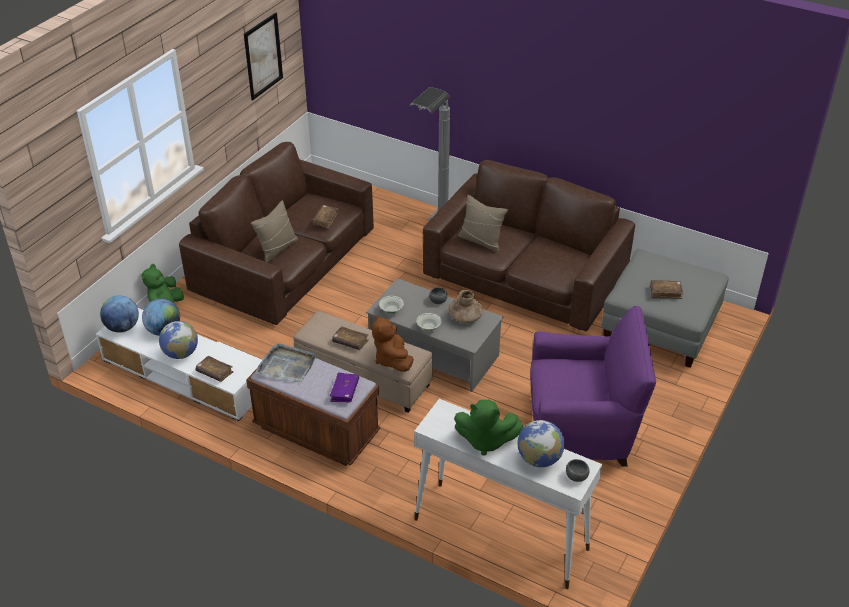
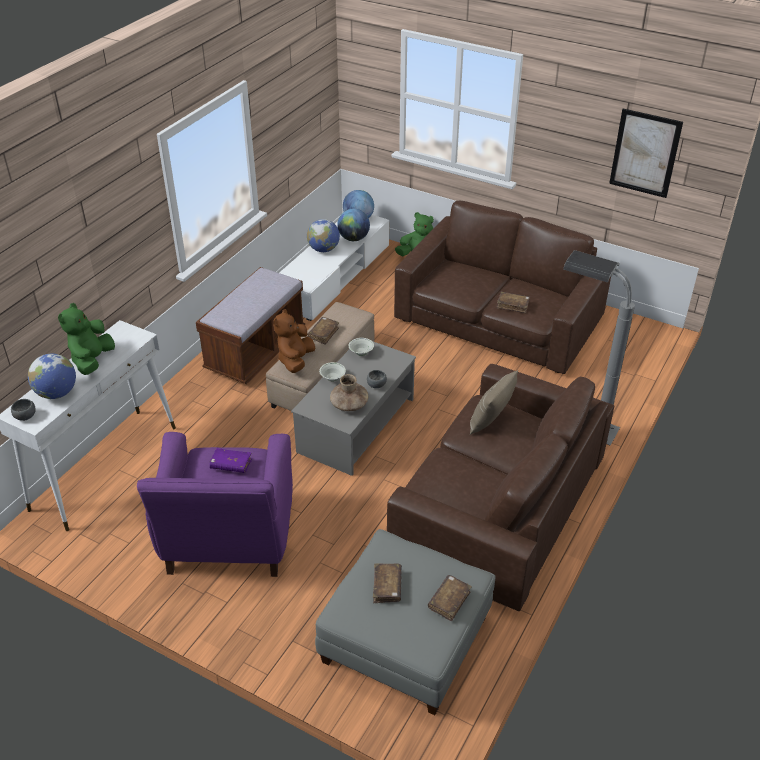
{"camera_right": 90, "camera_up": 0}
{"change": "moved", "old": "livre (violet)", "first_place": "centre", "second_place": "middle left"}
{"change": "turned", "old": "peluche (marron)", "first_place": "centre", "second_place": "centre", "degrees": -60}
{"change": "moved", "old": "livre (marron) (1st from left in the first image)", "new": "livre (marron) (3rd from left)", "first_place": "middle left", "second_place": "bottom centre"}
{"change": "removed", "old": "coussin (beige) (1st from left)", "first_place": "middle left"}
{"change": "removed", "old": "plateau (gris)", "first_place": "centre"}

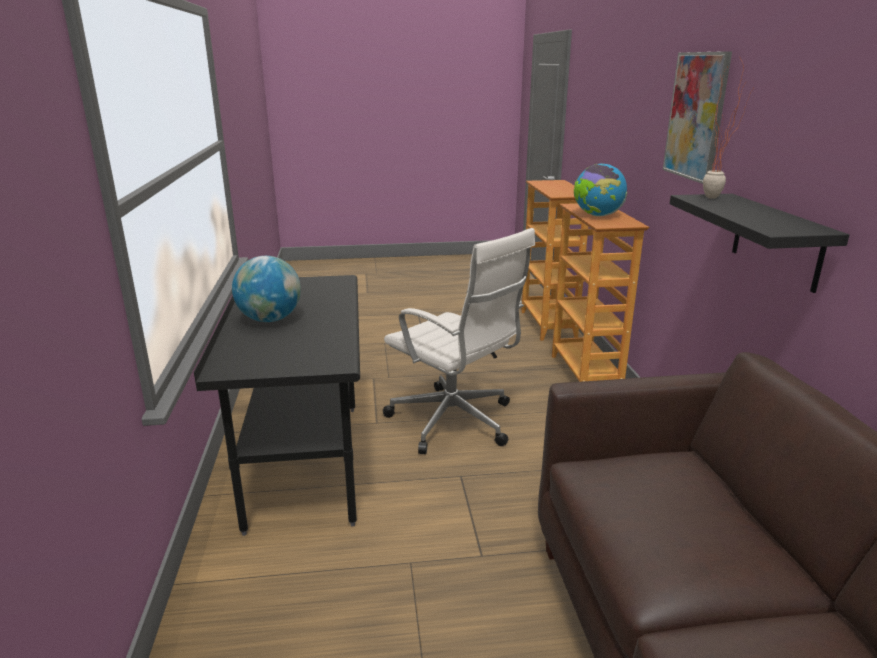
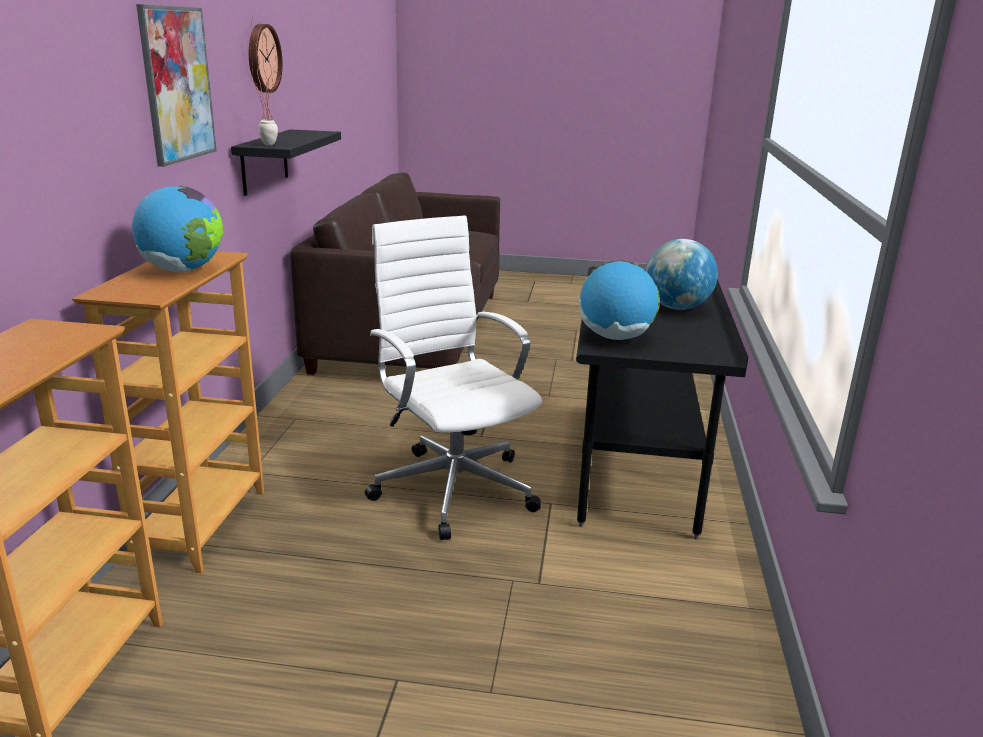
{"camera_right": -165, "camera_up": 0}
{"change": "added", "new": "horloge murale", "second_place": "top left"}
{"change": "added", "new": "globe (2nd from left)", "second_place": "centre"}

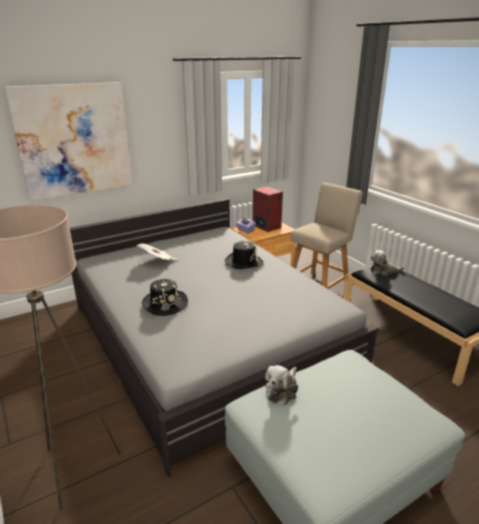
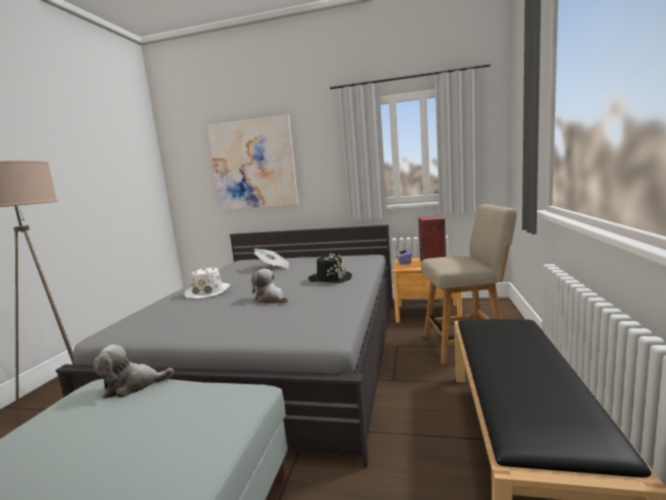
{"camera_right": 45, "camera_up": -15}
{"change": "recoloured", "old": "chapeau (noir) (1st from left)", "new": "chapeau (blanc)", "first_place": "centre", "second_place": "middle left"}
{"change": "moved", "old": "peluche (2nd from left)", "first_place": "middle right", "second_place": "centre"}

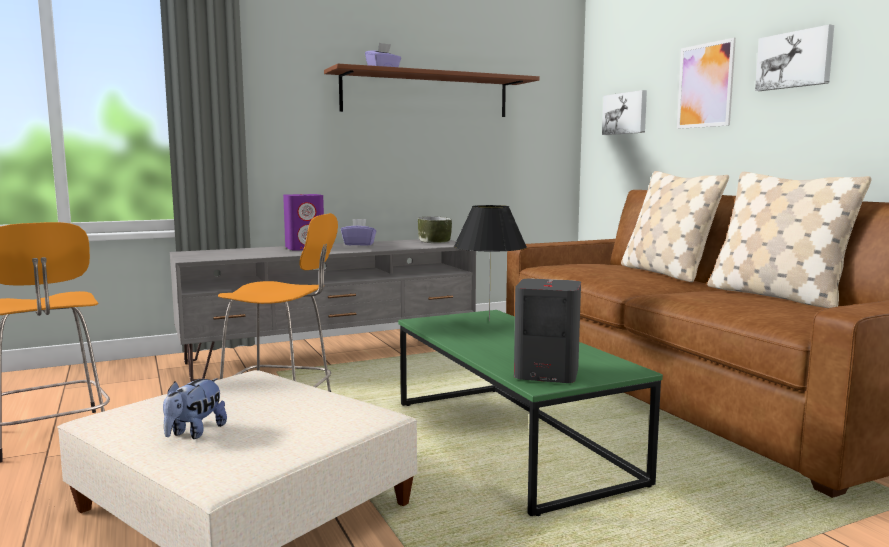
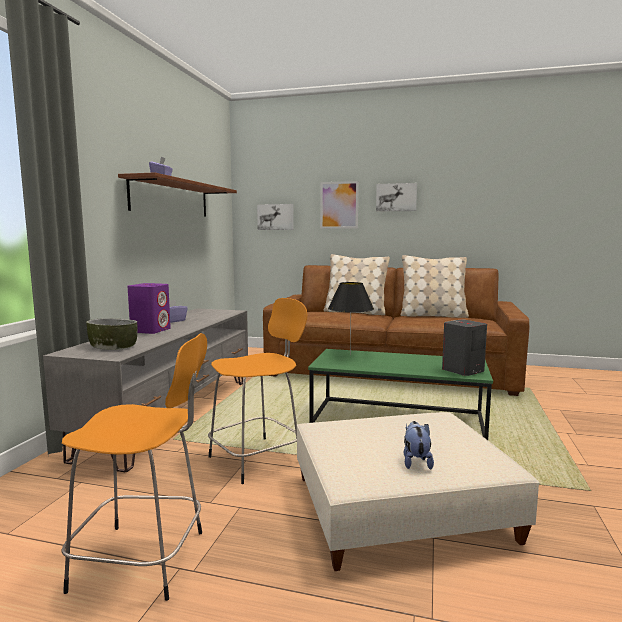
{"camera_right": -50, "camera_up": 0}
{"change": "moved", "old": "bol", "first_place": "centre", "second_place": "middle left"}
{"change": "turned", "old": "peluche", "first_place": "bottom left", "second_place": "bottom right", "degrees": -150}

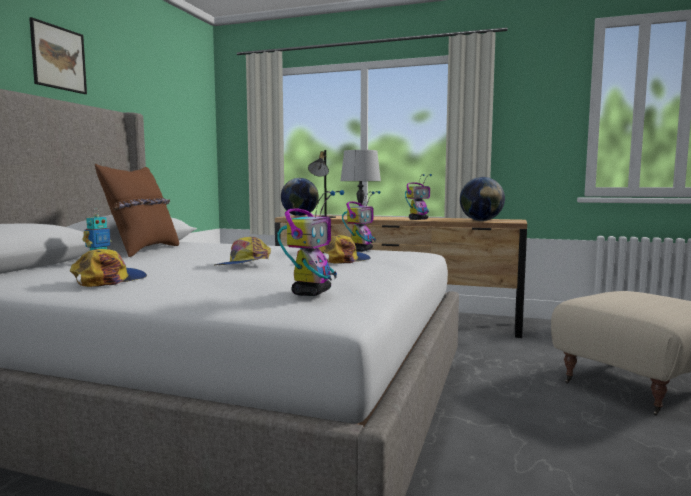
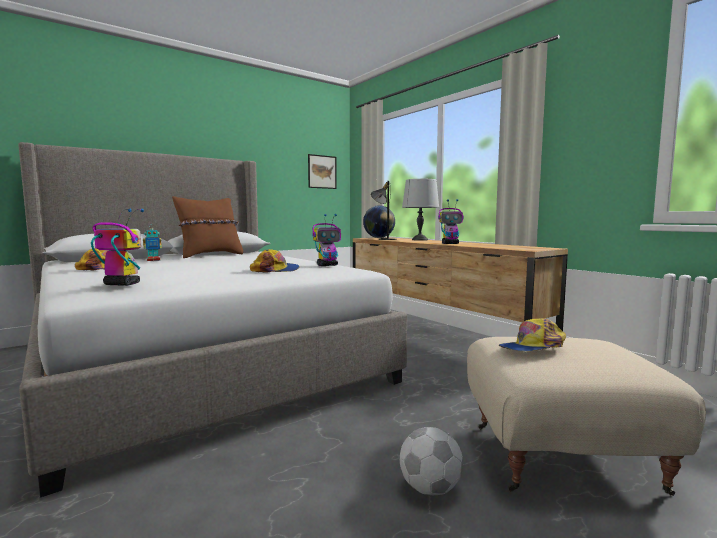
{"camera_right": 35, "camera_up": 0}
{"change": "turned", "old": "robot jouet (2nd from left in the first image)", "first_place": "centre", "second_place": "middle left", "degrees": -135}
{"change": "moved", "old": "tableau", "first_place": "top left", "second_place": "top centre"}
{"change": "added", "new": "ballon de foot", "second_place": "bottom centre"}
{"change": "moved", "old": "casquette (2nd from left in the first image)", "new": "casquette (3rd from left)", "first_place": "centre", "second_place": "middle right"}
{"change": "removed", "old": "globe (2nd from left)", "first_place": "middle right"}

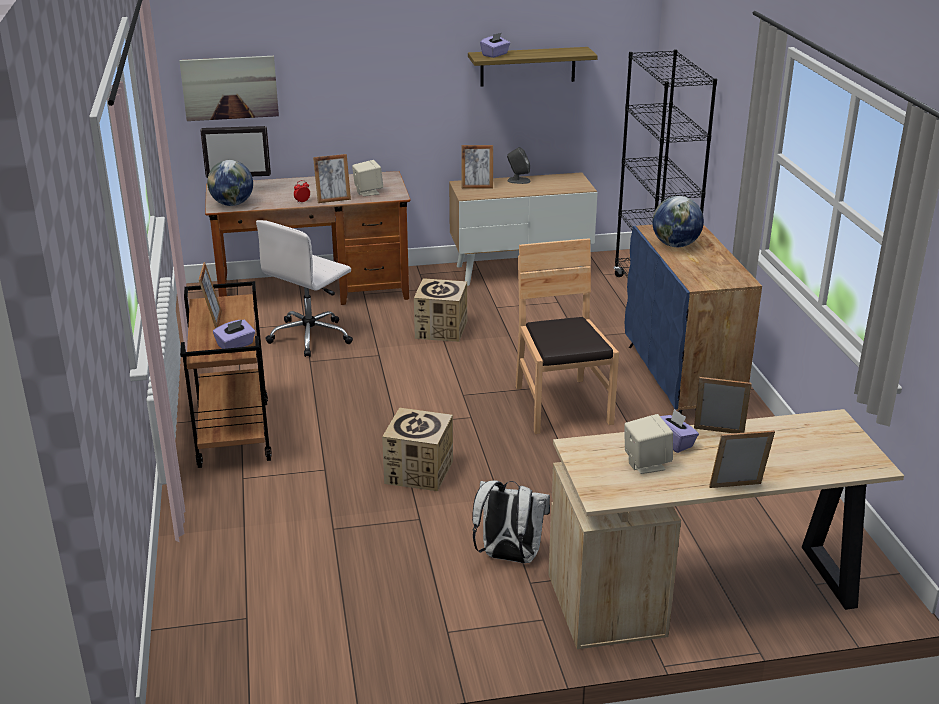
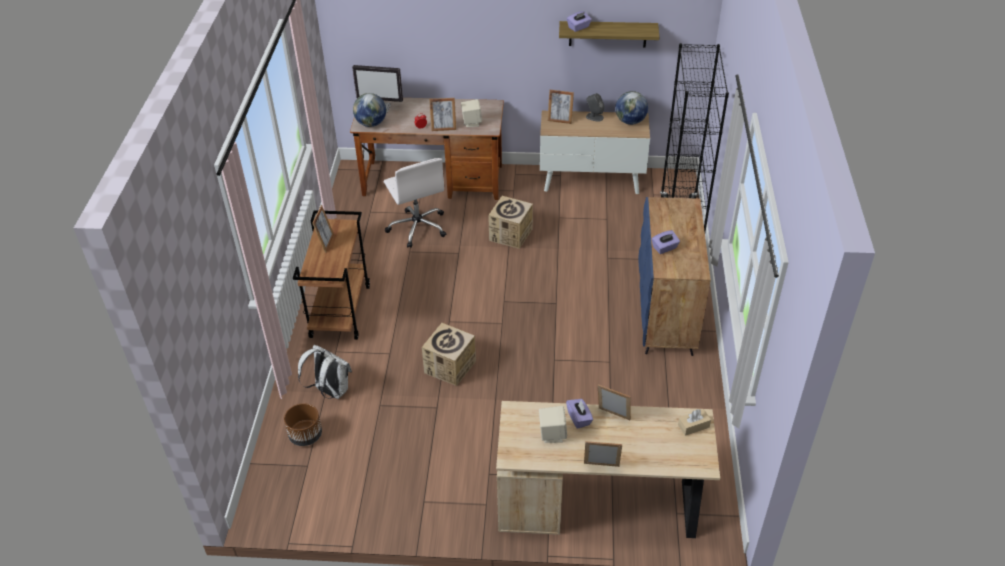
{"camera_right": 15, "camera_up": 15}
{"change": "added", "new": "cache-pot (marron)", "second_place": "bottom left"}
{"change": "moved", "old": "sac à dos (blanc)", "first_place": "bottom centre", "second_place": "middle left"}
{"change": "turned", "old": "chaise de bureau (blanc)", "first_place": "middle left", "second_place": "centre", "degrees": -75}
{"change": "moved", "old": "globe (2nd from left)", "first_place": "top right", "second_place": "top centre"}
{"change": "moved", "old": "boîte à mouchoirs (violet) (1st from left in the first image)", "new": "boîte à mouchoirs (violet) (3rd from left)", "first_place": "middle left", "second_place": "centre"}
{"change": "added", "new": "boîte à mouchoirs (beige)", "second_place": "bottom right"}
{"change": "removed", "old": "tableau", "first_place": "top left"}
{"change": "removed", "old": "chaise (marron)", "first_place": "centre"}

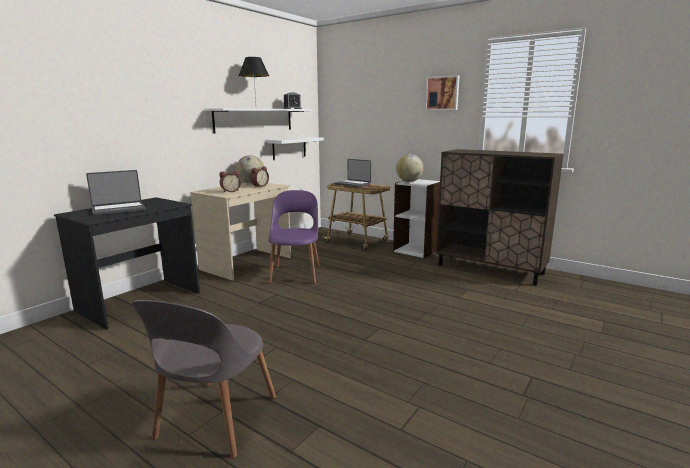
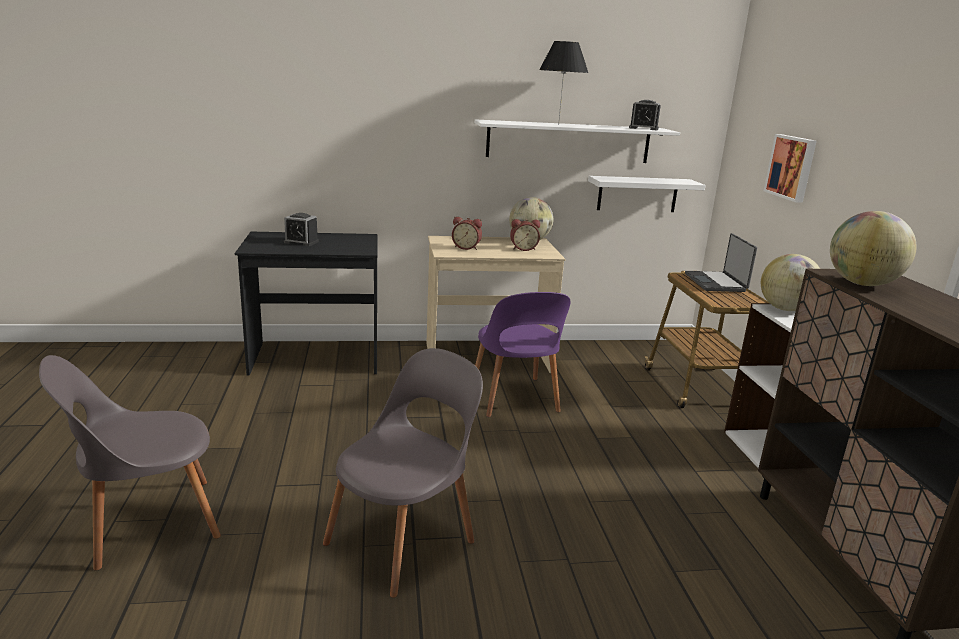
{"camera_right": 45, "camera_up": 5}
{"change": "replaced", "old": "ordinateur portable (1st from left)", "new": "réveil (1st from left)", "first_place": "middle left", "second_place": "middle left"}
{"change": "added", "new": "chaise (gris) (2nd from left)", "second_place": "bottom centre"}
{"change": "turned", "old": "chaise (violet)", "first_place": "centre", "second_place": "centre", "degrees": 120}
{"change": "moved", "old": "tableau", "first_place": "top centre", "second_place": "top right"}
{"change": "added", "new": "globe (3rd from left)", "second_place": "middle right"}

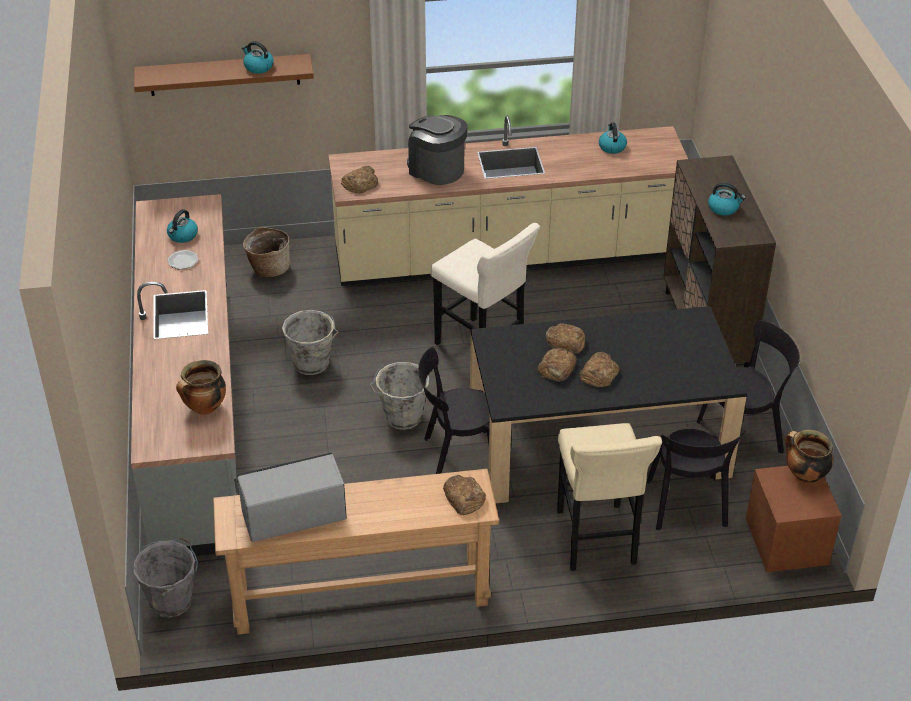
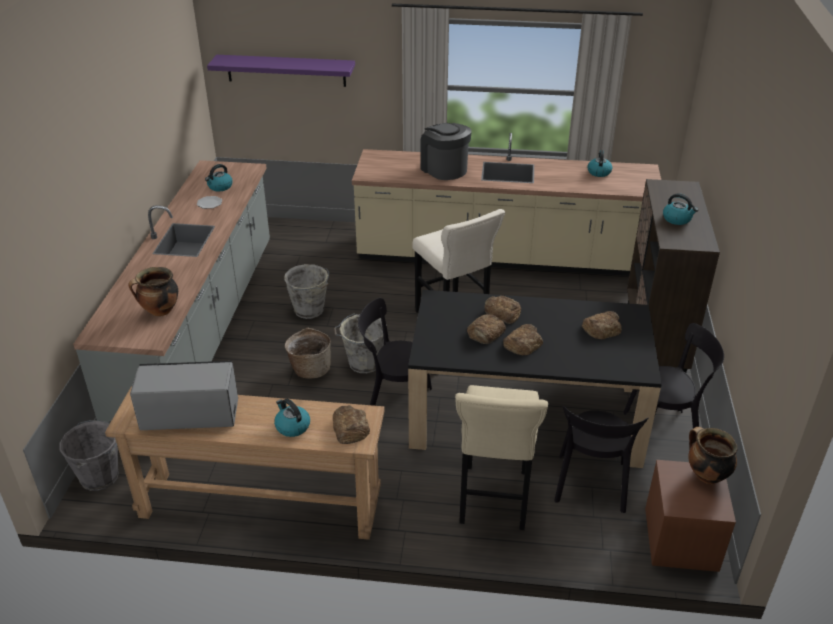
{"camera_right": 15, "camera_up": -5}
{"change": "recoloured", "old": "étagère (marron)", "new": "étagère (violet)", "first_place": "top left", "second_place": "top centre"}
{"change": "moved", "old": "bouilloire (2nd from left)", "first_place": "top left", "second_place": "bottom centre"}
{"change": "moved", "old": "panier", "first_place": "middle left", "second_place": "centre"}
{"change": "moved", "old": "pain (1st from left in the first image)", "new": "pain (5th from left)", "first_place": "top centre", "second_place": "middle right"}

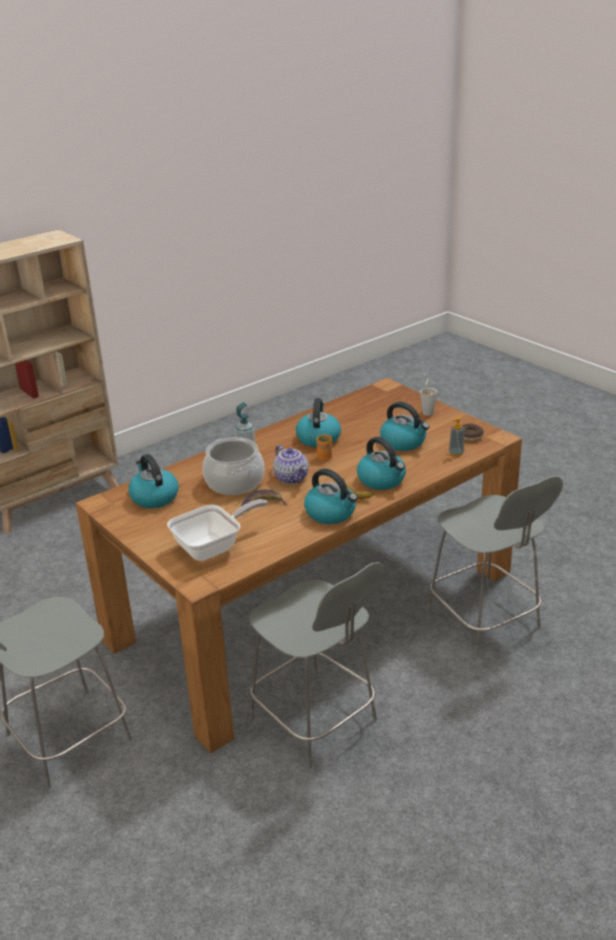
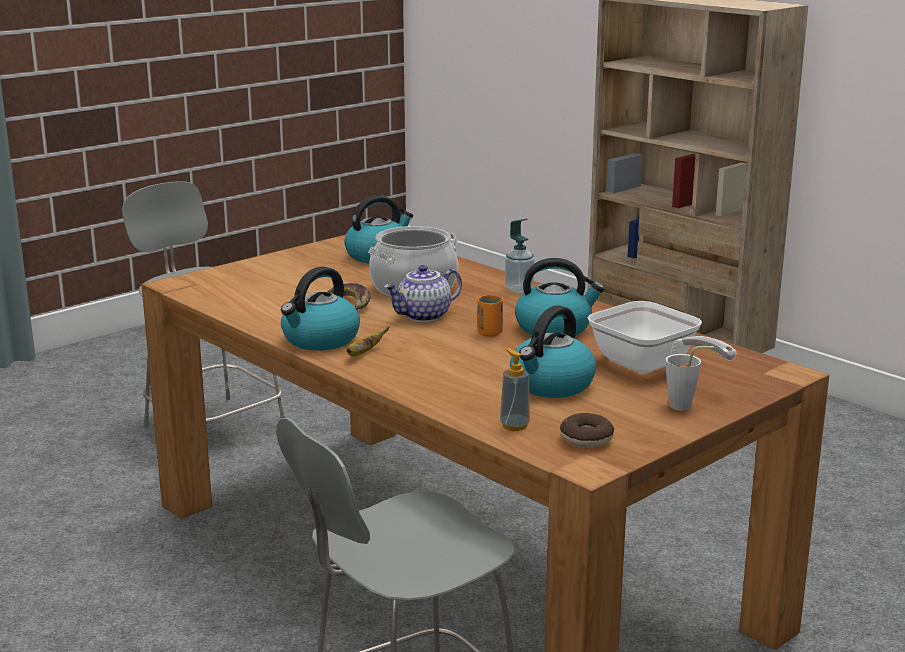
{"camera_right": 85, "camera_up": -10}
{"change": "moved", "old": "poêle", "first_place": "centre", "second_place": "middle right"}
{"change": "removed", "old": "chaise (gris) (2nd from left)", "first_place": "bottom centre"}
{"change": "removed", "old": "bouilloire (4th from left)", "first_place": "centre"}

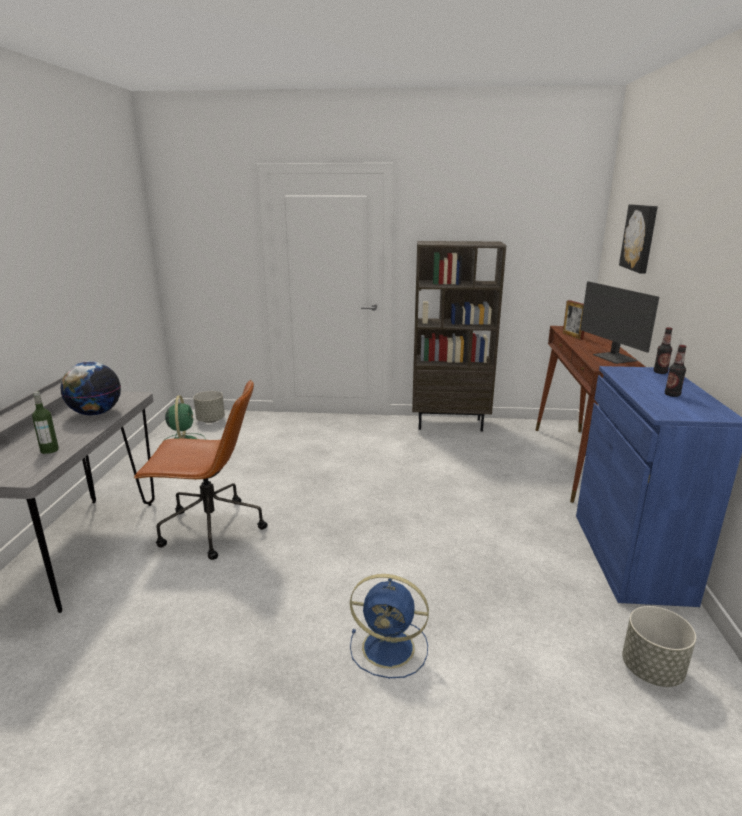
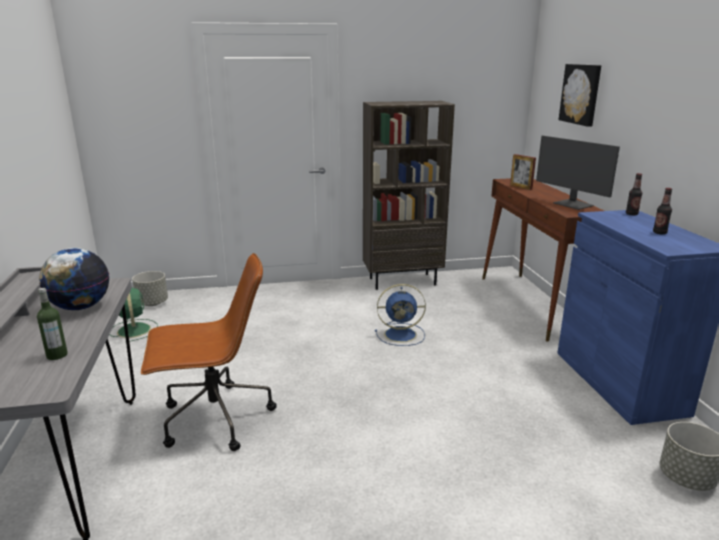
{"camera_right": -15, "camera_up": 0}
{"change": "moved", "old": "ventilateur (bleu)", "first_place": "bottom centre", "second_place": "centre"}

